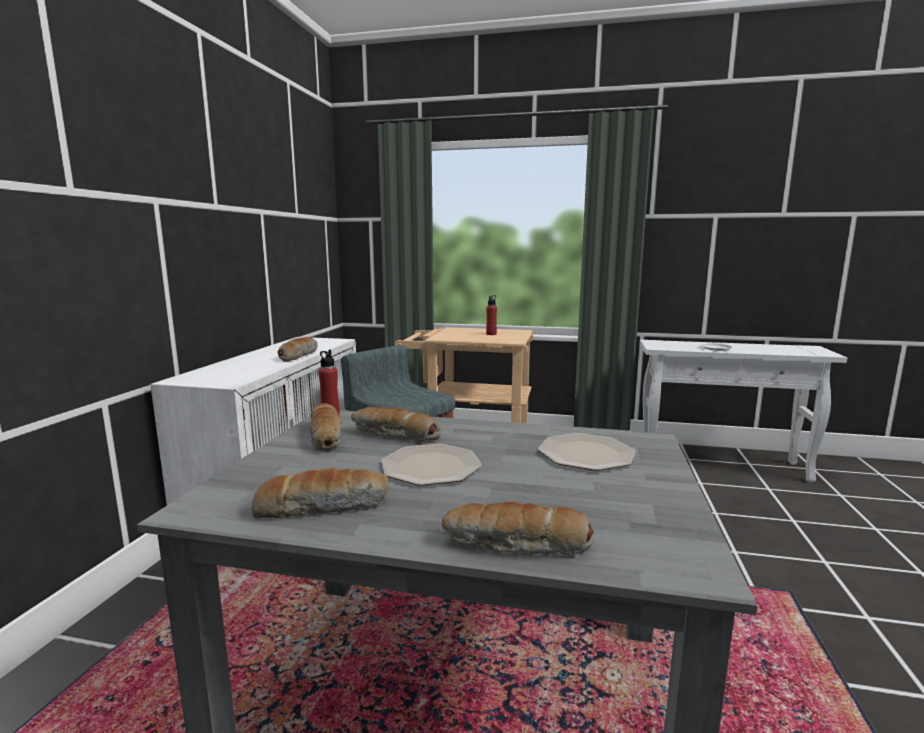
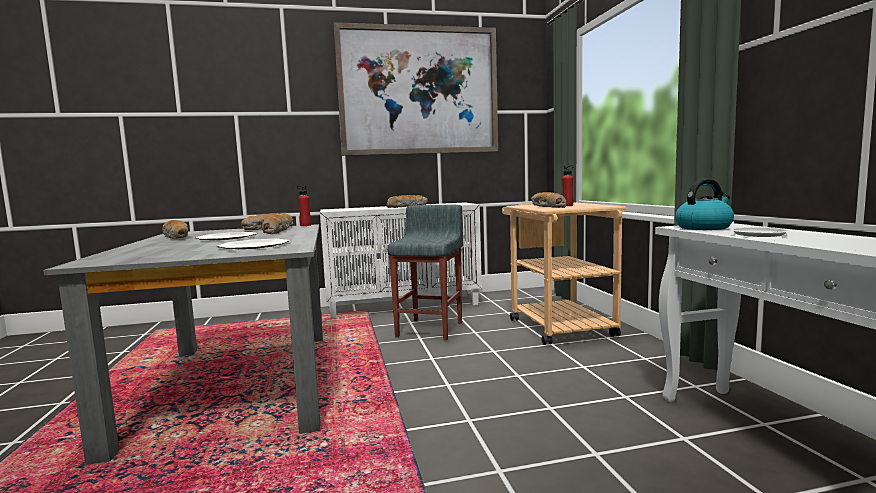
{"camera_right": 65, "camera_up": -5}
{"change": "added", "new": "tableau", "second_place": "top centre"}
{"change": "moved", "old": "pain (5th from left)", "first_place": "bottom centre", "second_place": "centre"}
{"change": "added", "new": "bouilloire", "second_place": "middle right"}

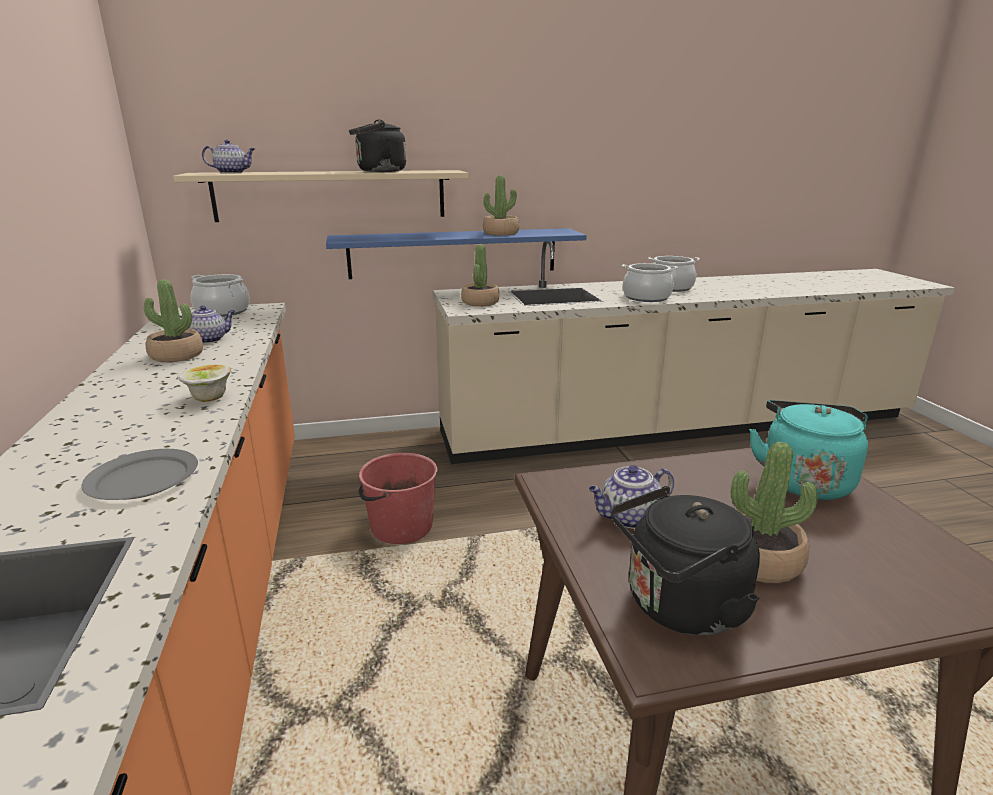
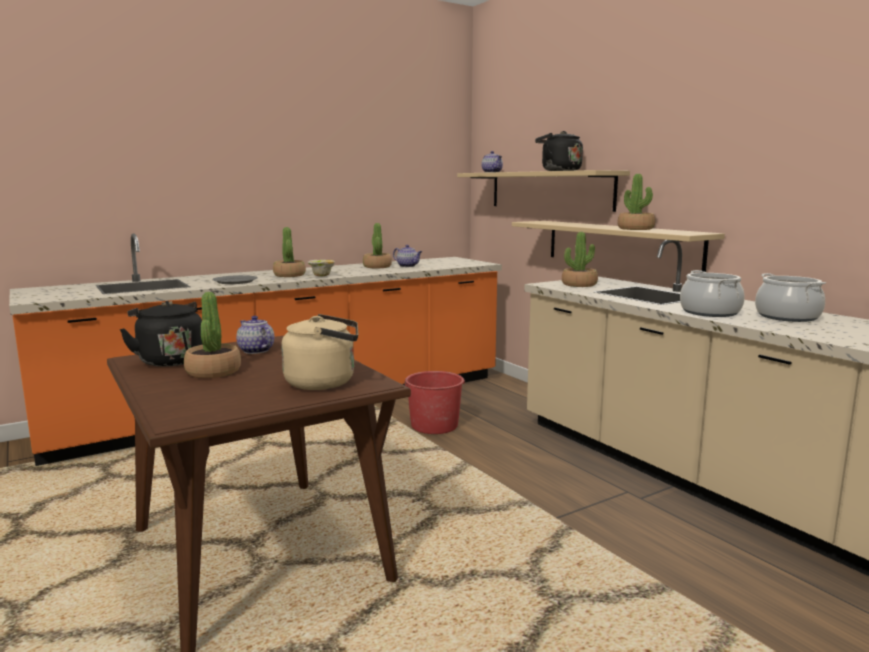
{"camera_right": 70, "camera_up": -10}
{"change": "added", "new": "plante en pot (2nd from left)", "second_place": "middle left"}
{"change": "recoloured", "old": "bouilloire (turquoise)", "new": "bouilloire (beige)", "first_place": "middle right", "second_place": "centre"}
{"change": "recoloured", "old": "étagère (bleu)", "new": "étagère (beige) (2nd from left)", "first_place": "top centre", "second_place": "middle right"}
{"change": "removed", "old": "marmite (1st from left)", "first_place": "middle left"}

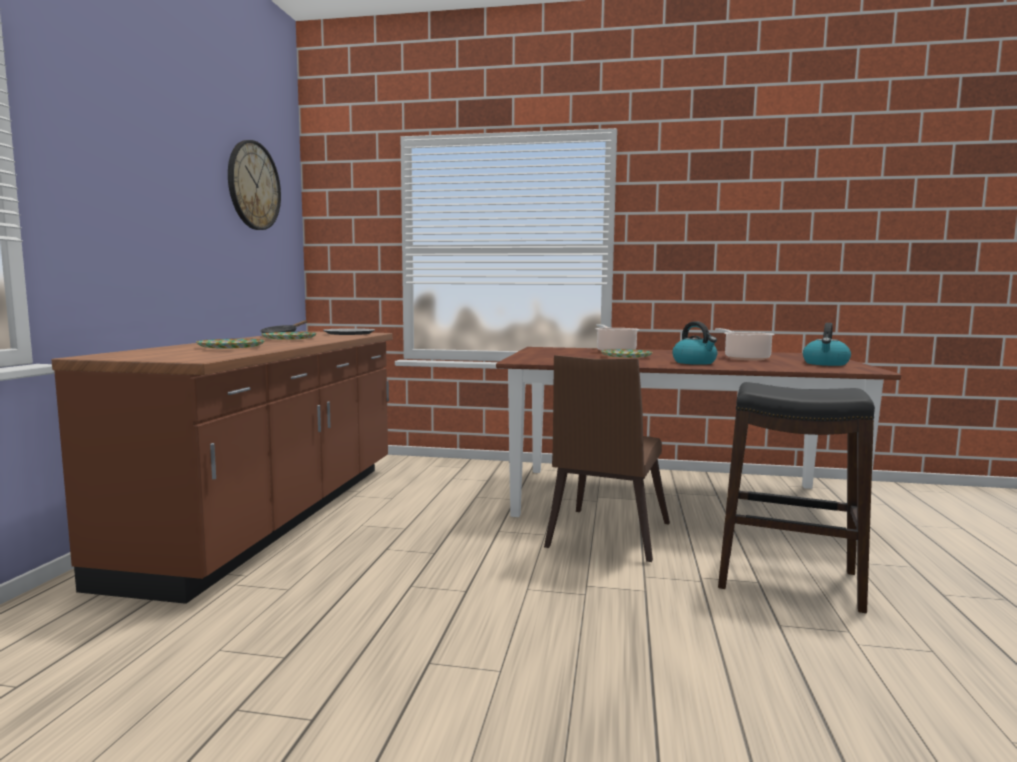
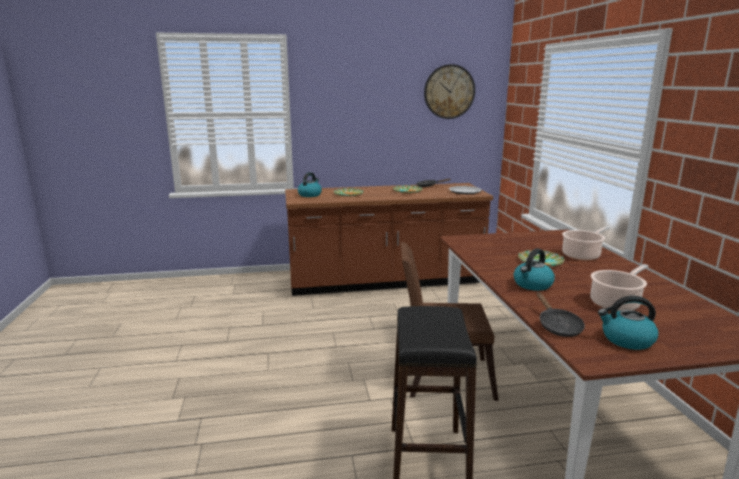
{"camera_right": 70, "camera_up": 10}
{"change": "added", "new": "bouilloire (1st from left)", "second_place": "centre"}
{"change": "added", "new": "poêle (noir) (2nd from left)", "second_place": "middle right"}

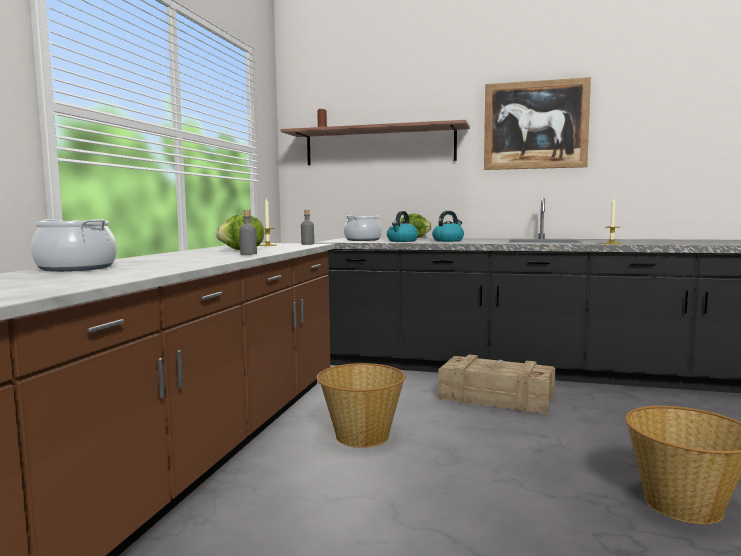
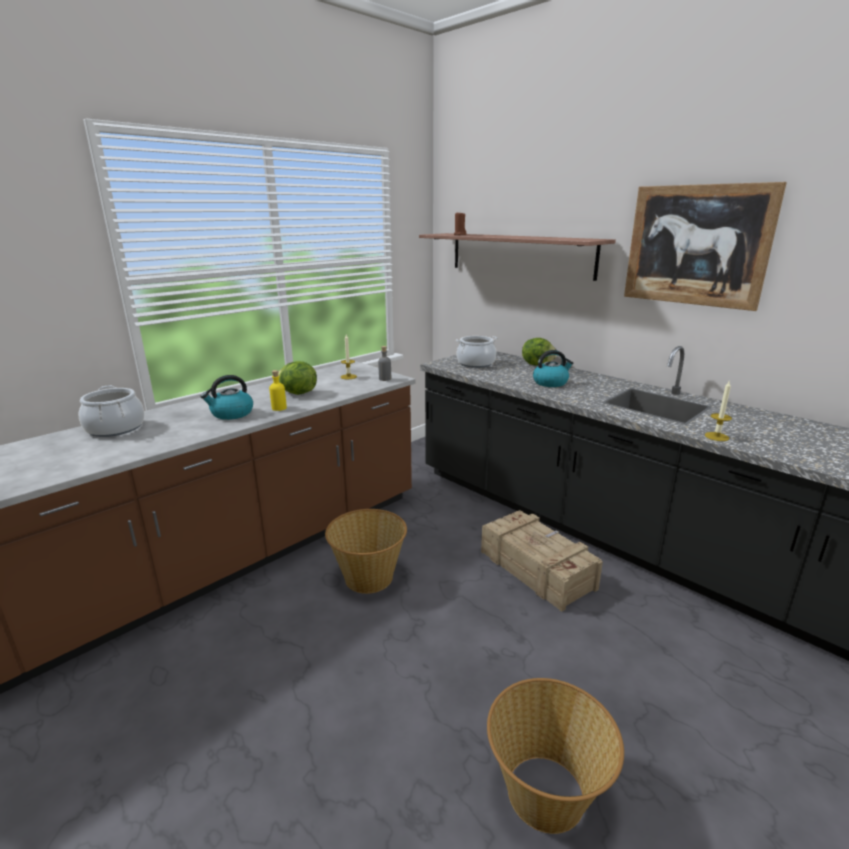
{"camera_right": 30, "camera_up": 15}
{"change": "moved", "old": "bouilloire (1st from left)", "first_place": "centre", "second_place": "middle left"}
{"change": "recoloured", "old": "bouteille (gris) (1st from left)", "new": "bouteille (jaune)", "first_place": "centre", "second_place": "middle left"}

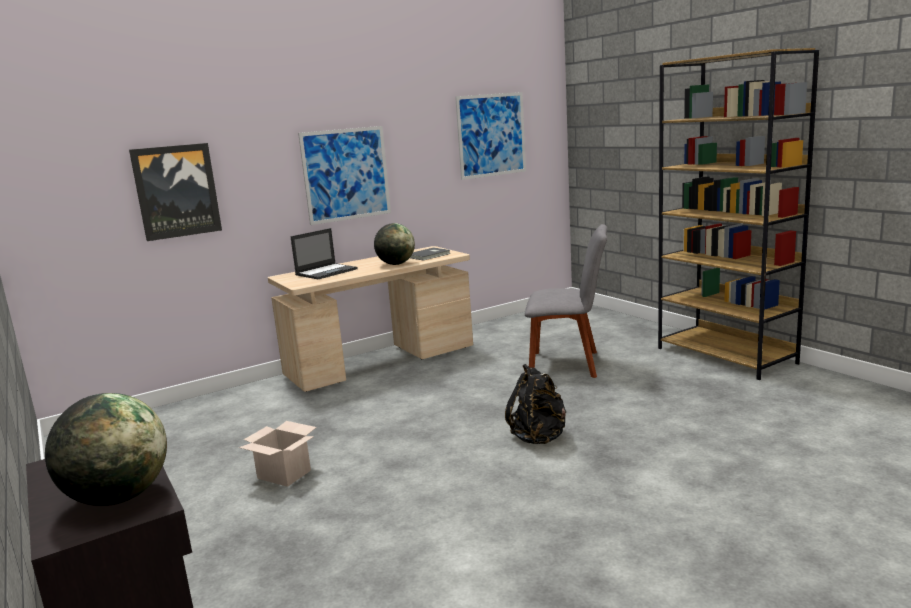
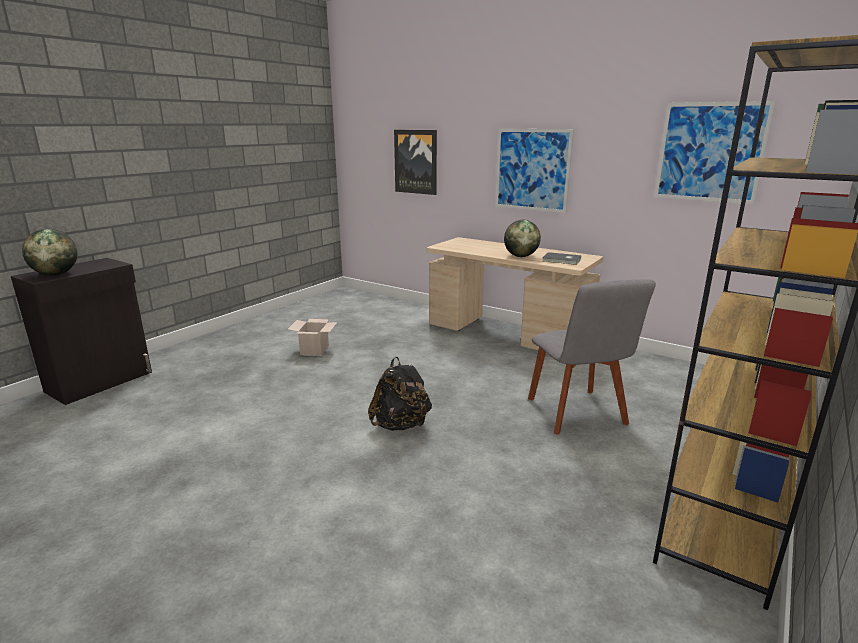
{"camera_right": 65, "camera_up": 5}
{"change": "removed", "old": "ordinateur portable", "first_place": "centre"}

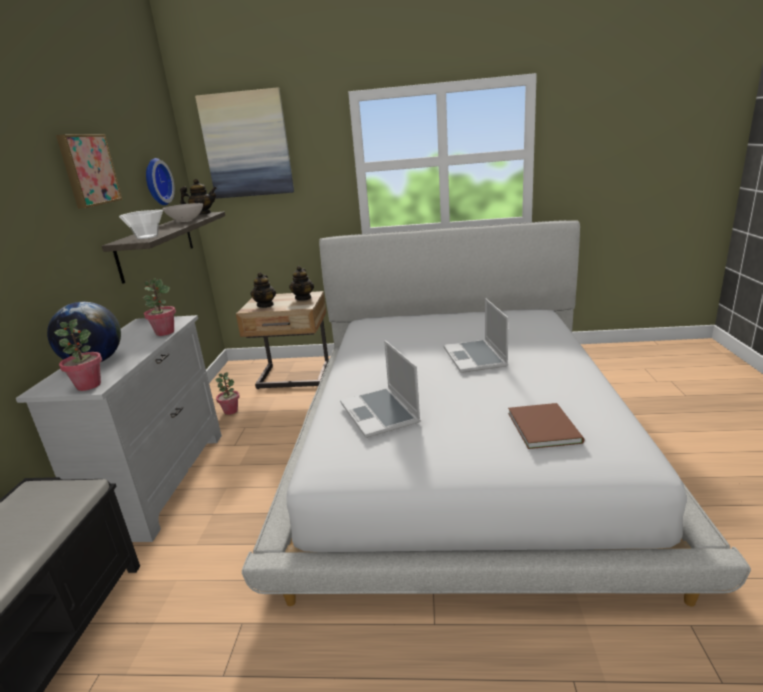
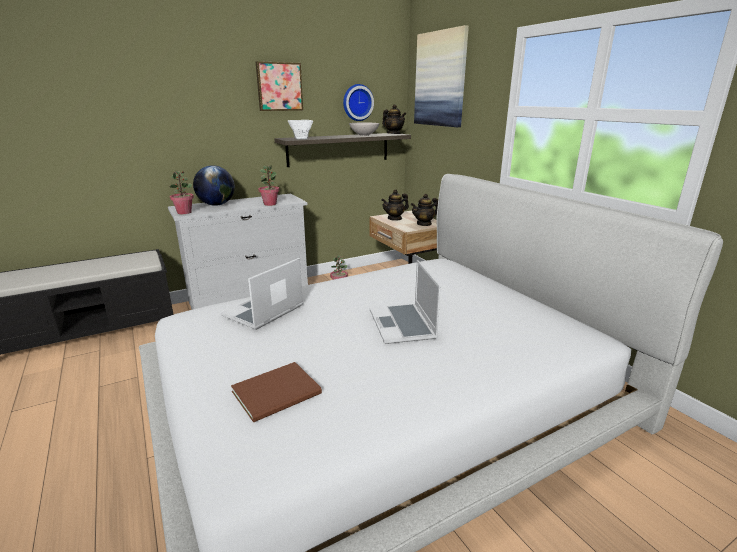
{"camera_right": 55, "camera_up": 0}
{"change": "turned", "old": "ordinateur portable (2nd from left)", "first_place": "centre", "second_place": "centre", "degrees": -60}

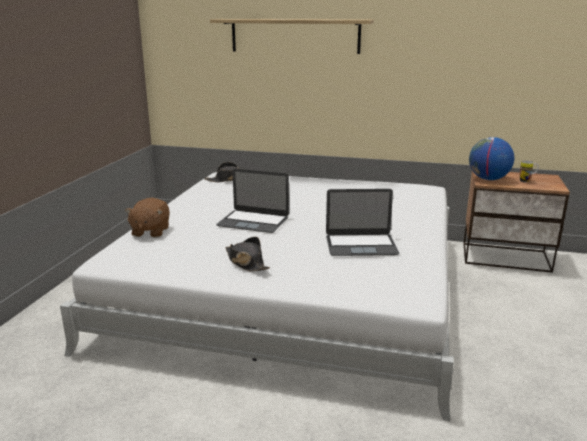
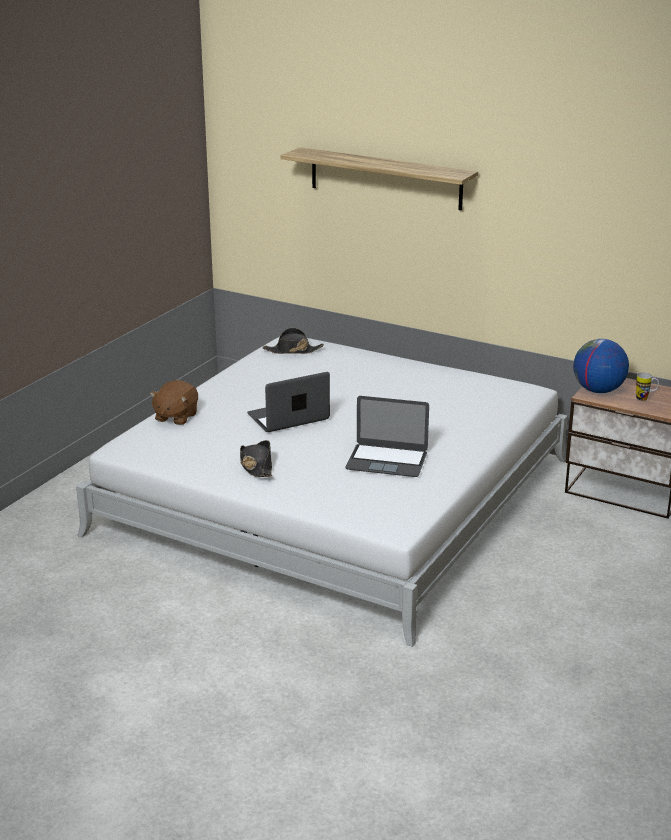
{"camera_right": 15, "camera_up": 5}
{"change": "turned", "old": "ordinateur portable (1st from left)", "first_place": "centre", "second_place": "centre", "degrees": 120}

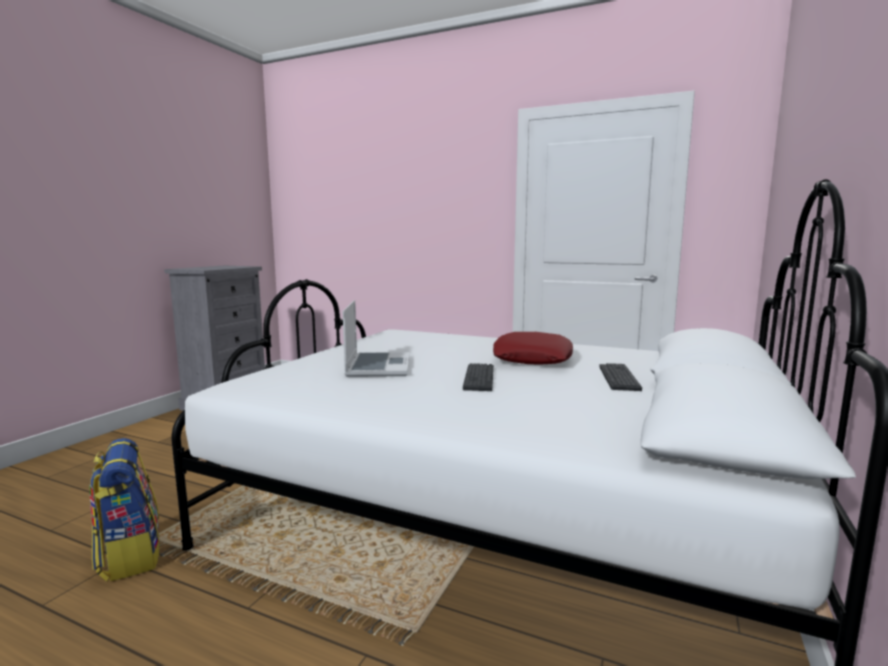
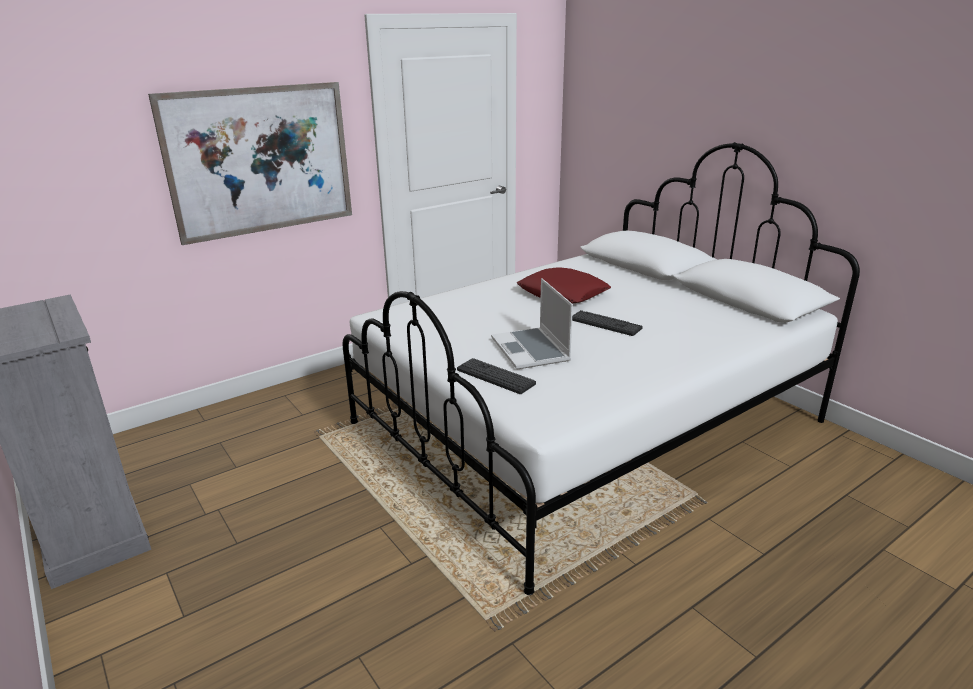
{"camera_right": -60, "camera_up": 15}
{"change": "added", "new": "tableau", "second_place": "top left"}
{"change": "moved", "old": "clavier (2nd from left in the first image)", "new": "clavier (1st from left)", "first_place": "middle right", "second_place": "centre"}
{"change": "turned", "old": "ordinateur portable", "first_place": "centre", "second_place": "centre", "degrees": -135}
{"change": "removed", "old": "sac à dos", "first_place": "bottom left"}

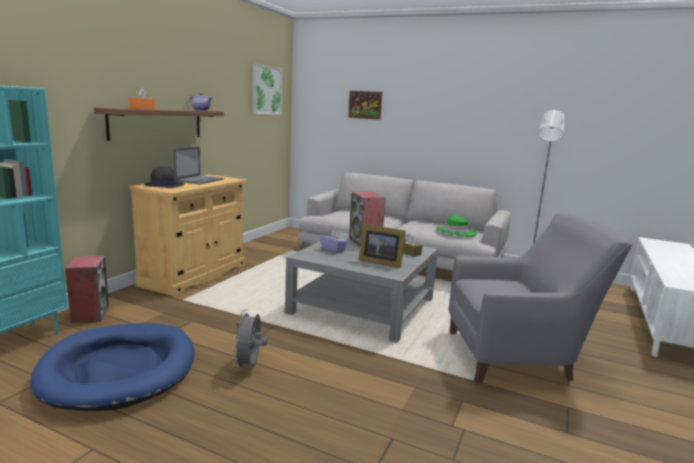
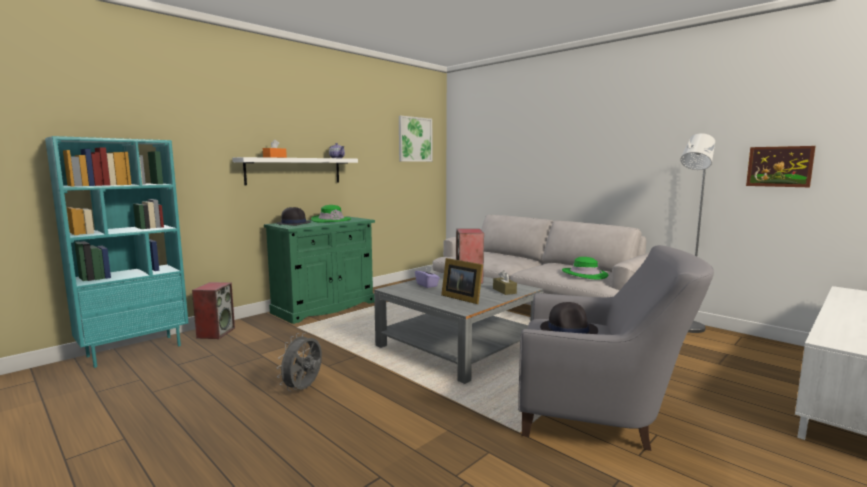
{"camera_right": 20, "camera_up": -5}
{"change": "recoloured", "old": "étagère (marron)", "new": "étagère (blanc)", "first_place": "top left", "second_place": "centre"}
{"change": "recoloured", "old": "meuble de rangement (beige)", "new": "meuble de rangement (vert)", "first_place": "middle left", "second_place": "centre"}
{"change": "replaced", "old": "ordinateur portable", "new": "chapeau (vert) (1st from left)", "first_place": "middle left", "second_place": "centre"}
{"change": "added", "new": "chapeau (noir) (2nd from left)", "second_place": "centre"}
{"change": "moved", "old": "tableau (2nd from left)", "first_place": "top centre", "second_place": "middle right"}
{"change": "removed", "old": "panier pour chien (bleu)", "first_place": "bottom left"}

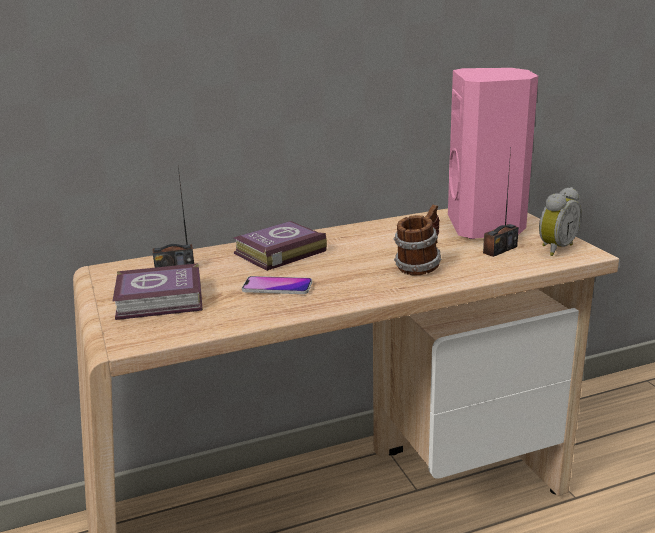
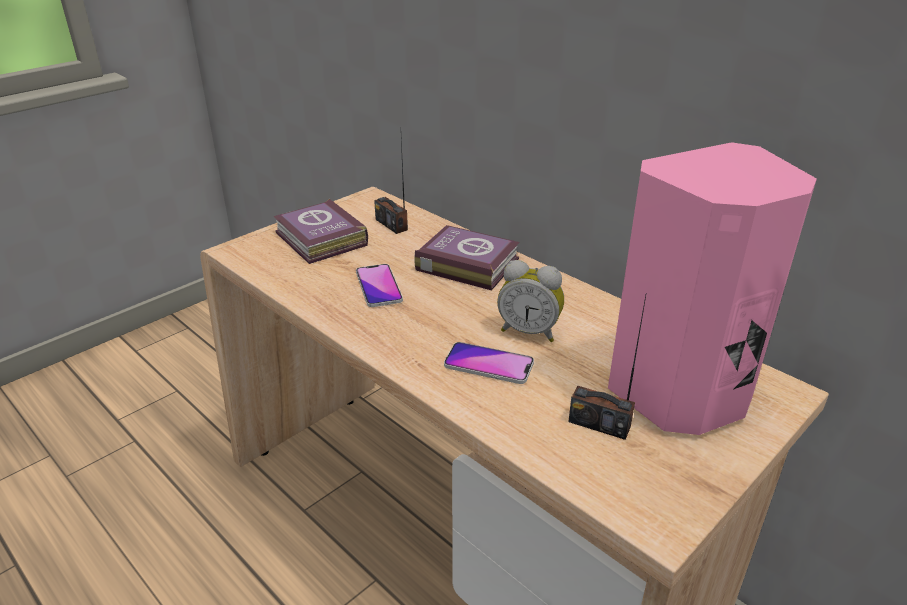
{"camera_right": 65, "camera_up": 10}
{"change": "replaced", "old": "mug", "new": "téléphone (2nd from left)", "first_place": "centre", "second_place": "centre"}
{"change": "moved", "old": "réveil", "first_place": "middle right", "second_place": "centre"}

